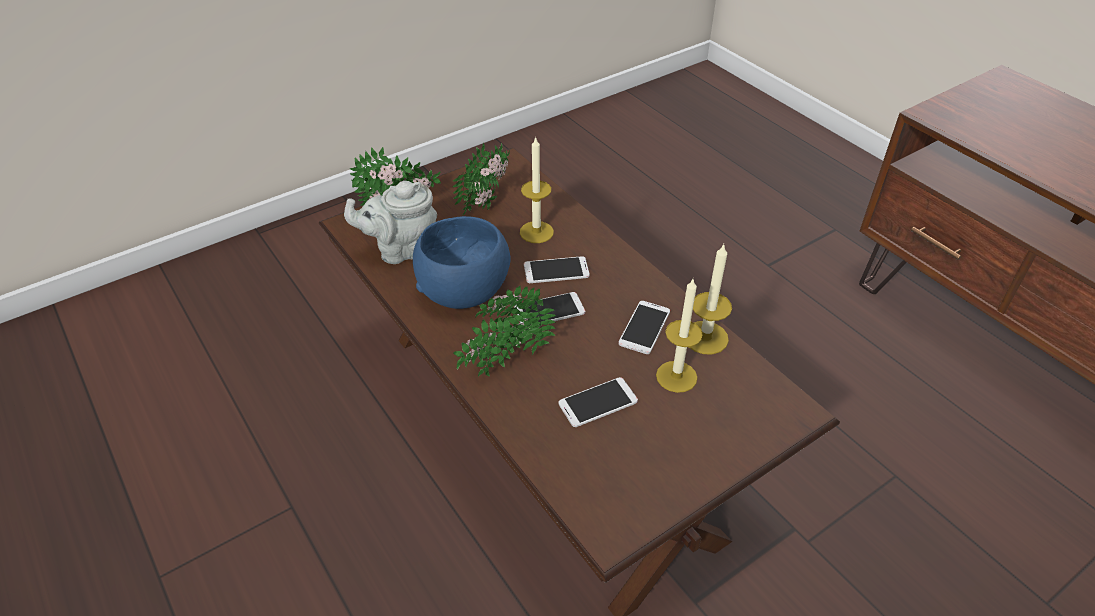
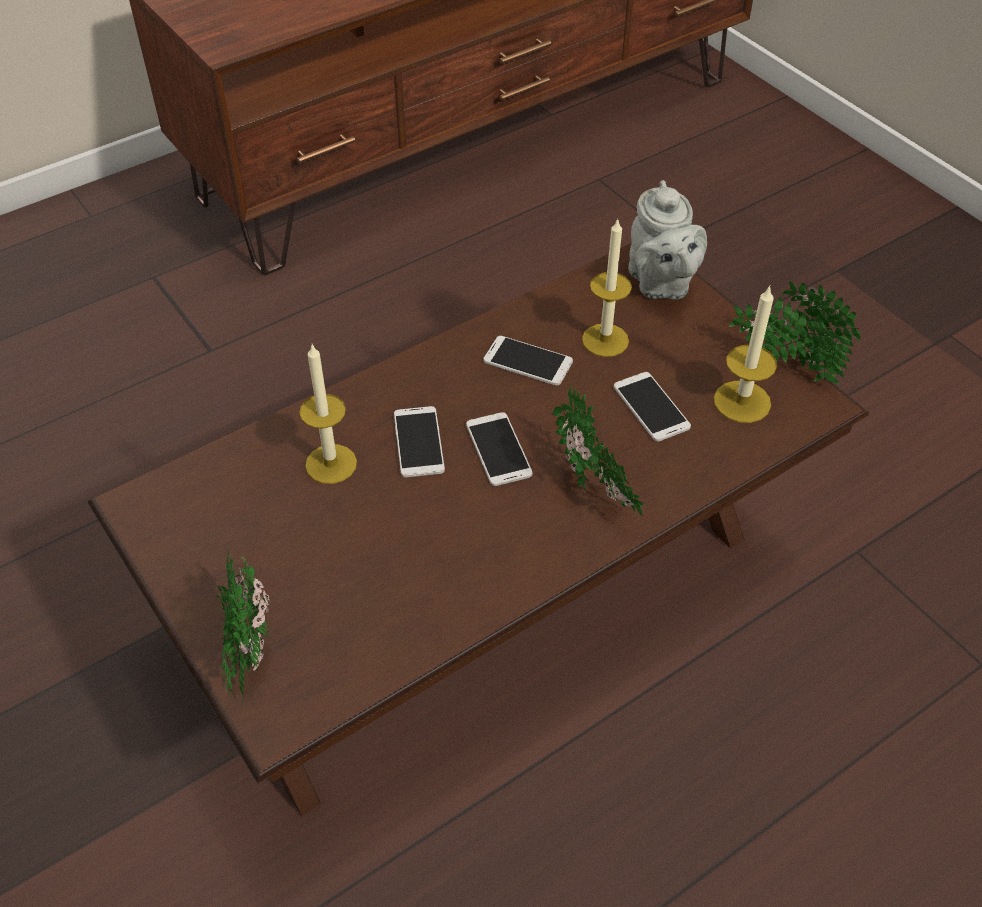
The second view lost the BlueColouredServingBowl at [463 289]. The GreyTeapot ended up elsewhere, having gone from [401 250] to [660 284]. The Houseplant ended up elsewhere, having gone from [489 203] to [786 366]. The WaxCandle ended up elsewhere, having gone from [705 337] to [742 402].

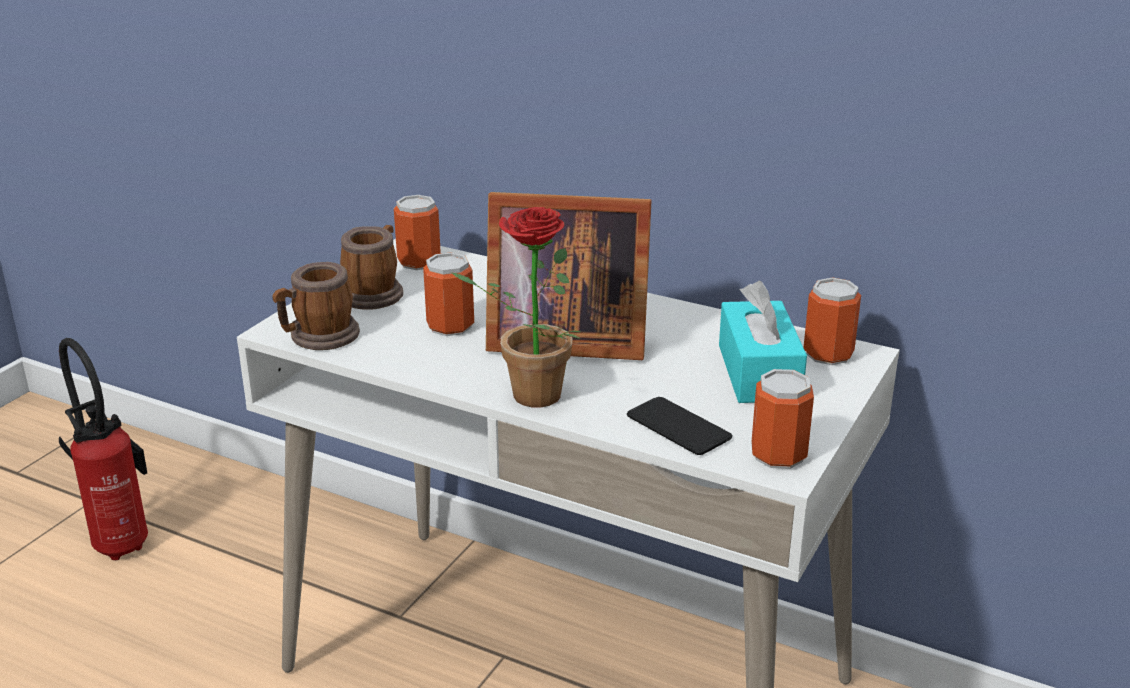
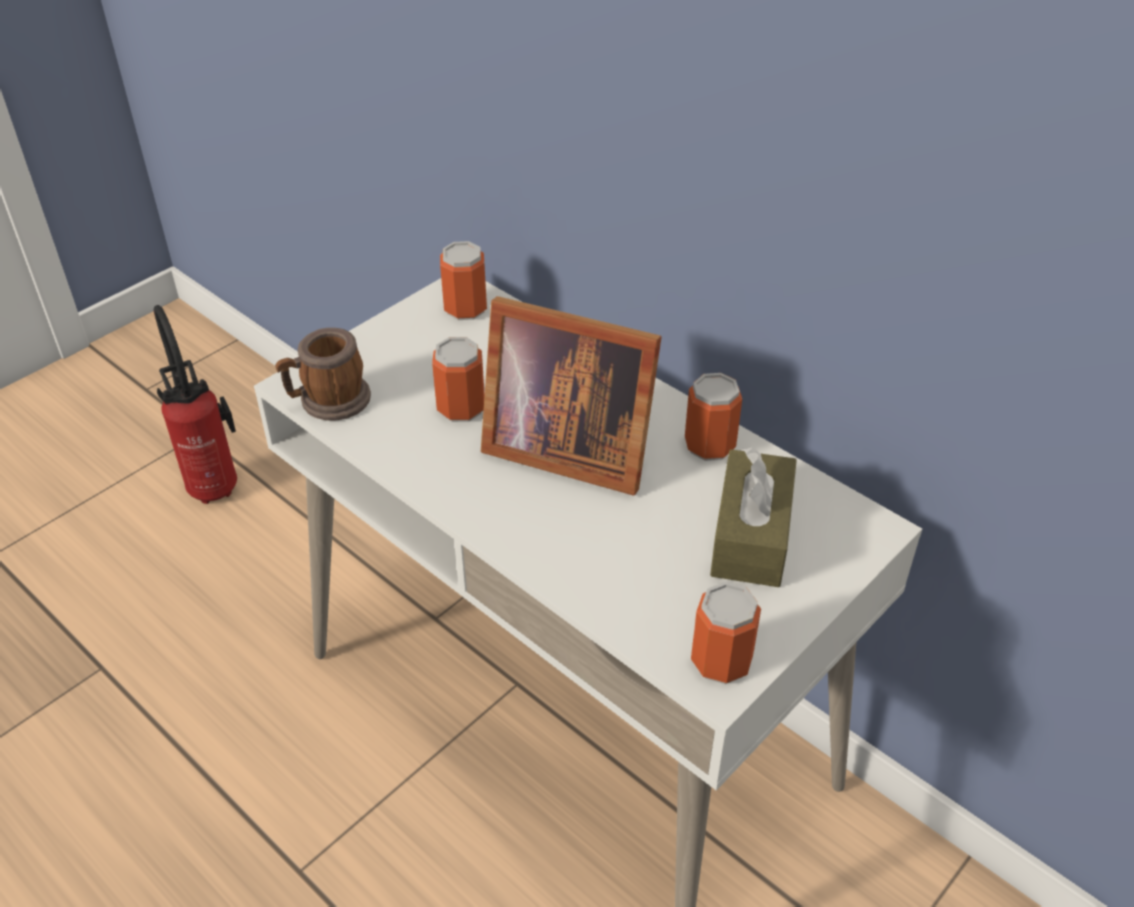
The second view lost the TeaMug at [375 292]. The second view lost the Houseplant at [526 397]. The second view lost the Telephone at [678 427]. The Can ended up elsewhere, having gone from [828 354] to [709 445]. What was the TurquoiseTissueHolder at [758 372] turned into the BrownTissueHolder at [751 535].

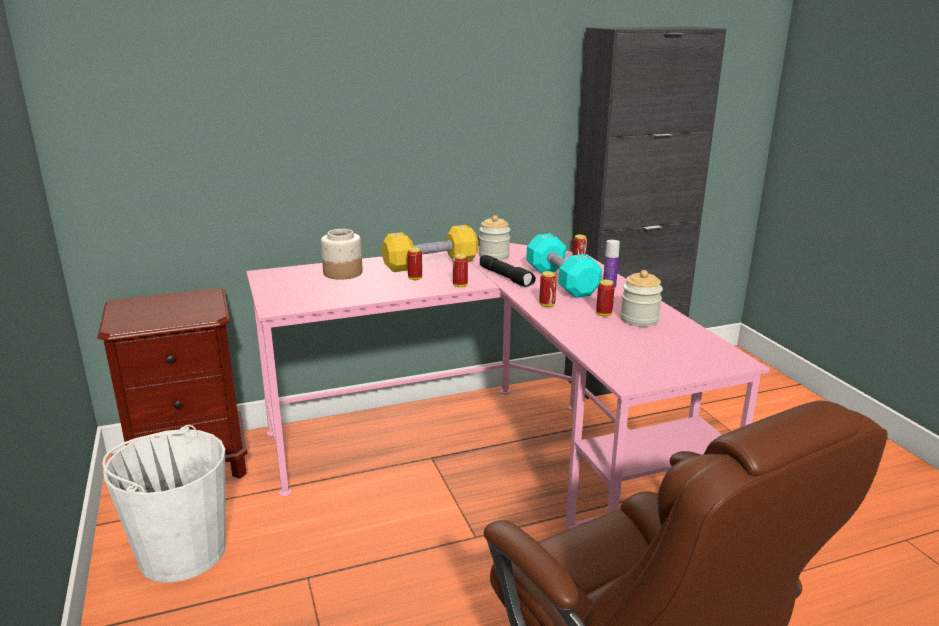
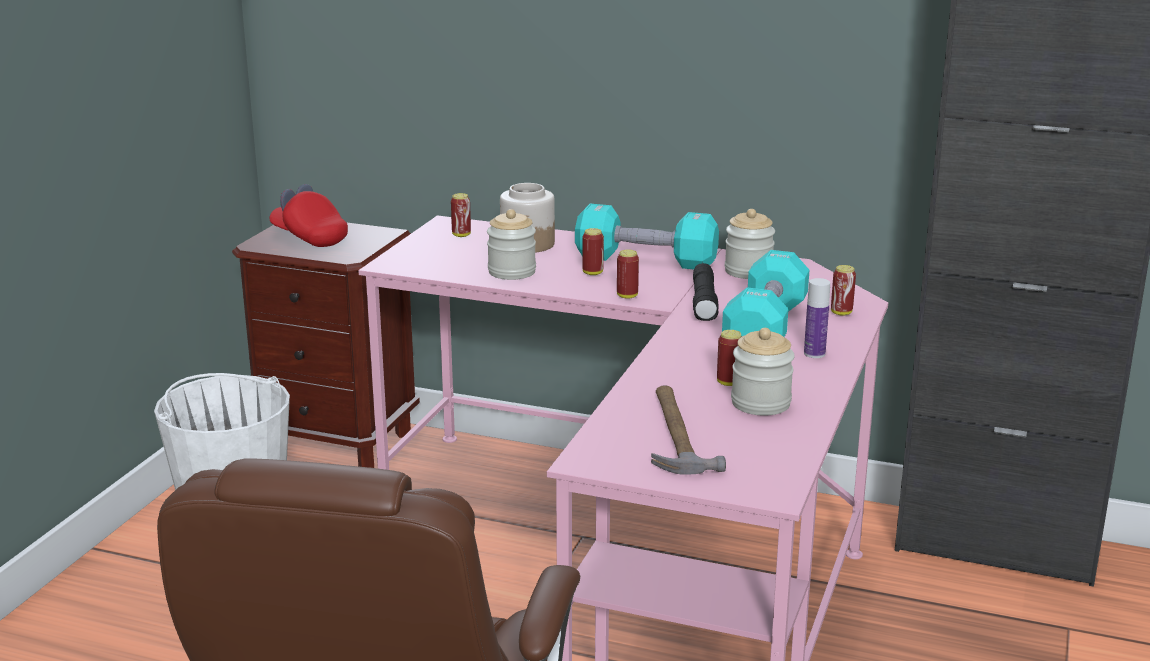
The second view gained the RedCap at [309 238]. The second view gained the PreserveJar at [512 272]. The second view gained the Hammer at [676 434]. The Can ended up elsewhere, having gone from [547 305] to [461 235]. What was the YellowHandWeight at [430 264] turned into the TurquoiseHandWeight at [646 261].

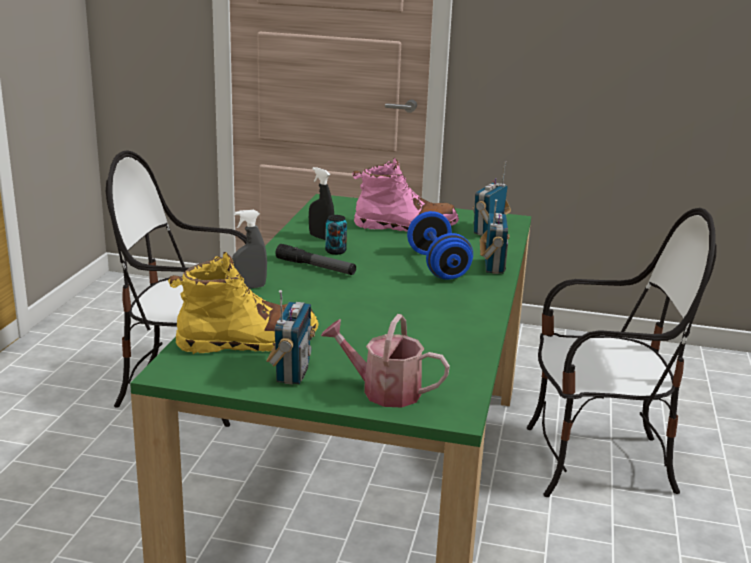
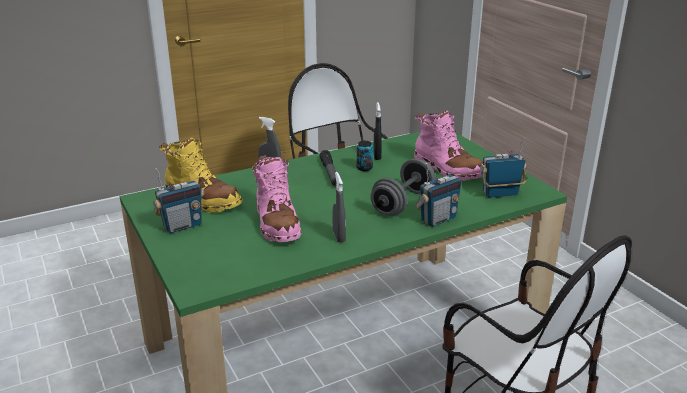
The second view lost the SprinklingCan at [383 391]. The second view gained the PinkColouredHighTopBoot at [276 223]. The second view gained the GreySprayBottle at [339 237]. What was the BlueColouredHandWeight at [437 266] turned into the GreyHandWeight at [402 203].

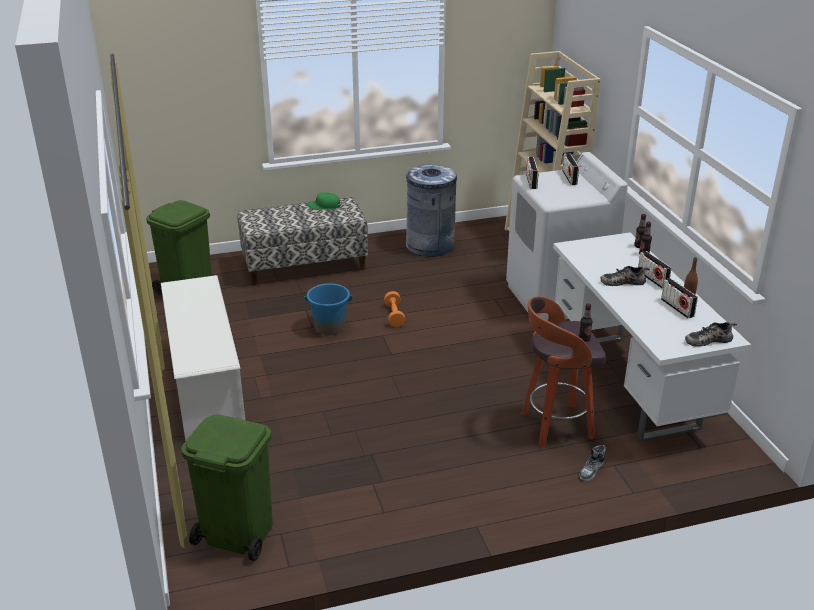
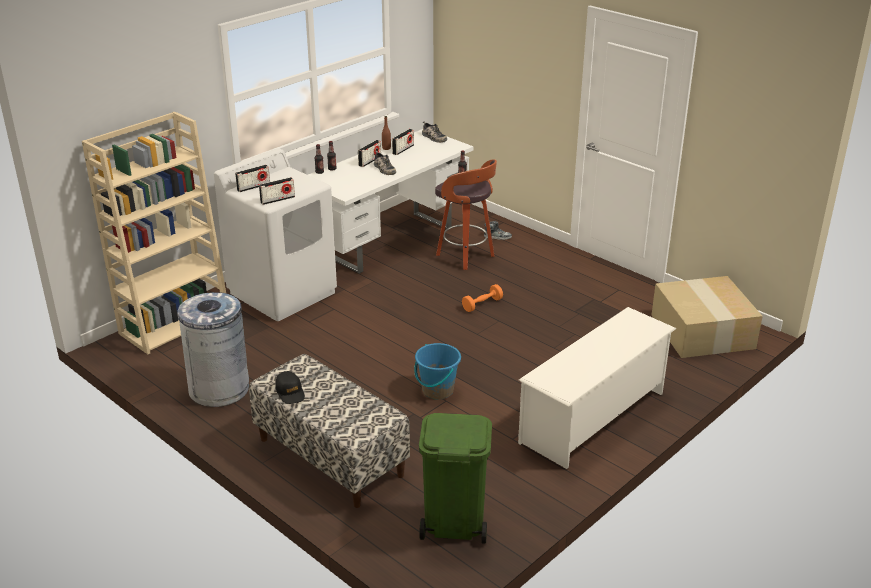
The OrangeHandWeight ended up elsewhere, having gone from [394 316] to [482 304]. Where the GreenColouredRubbishBin stood at [236 533], the PackingBox came to stand at [704 332]. What was the GreenColouredCap at [324 206] turned into the BlackishCap at [290 392].

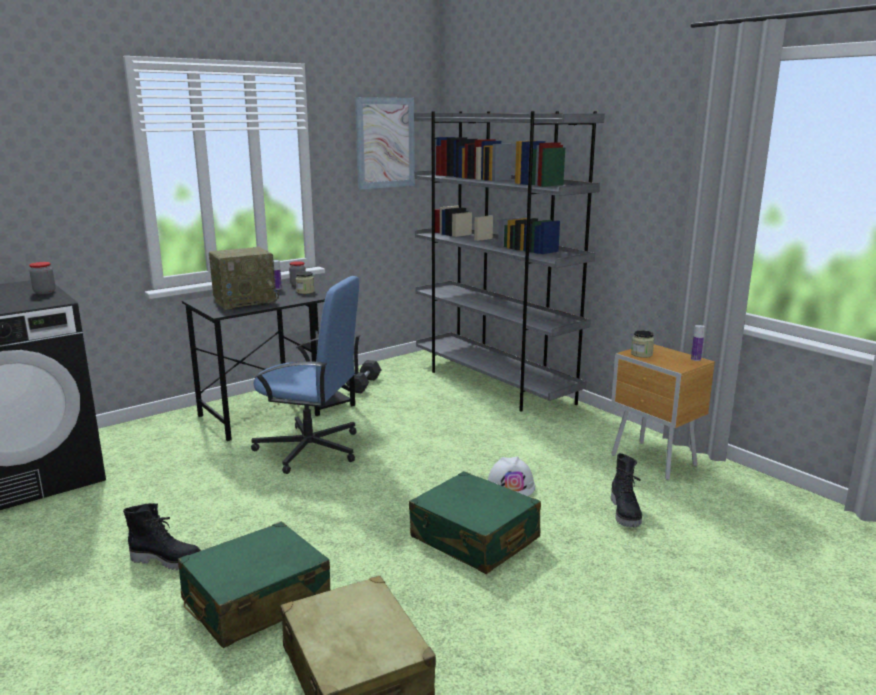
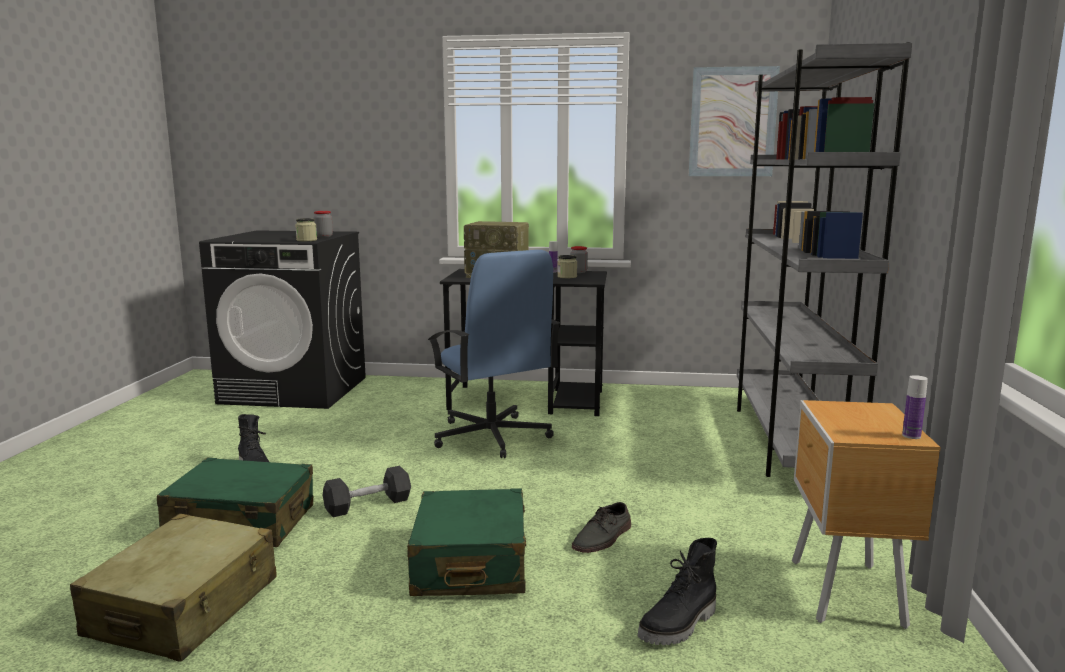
The GreyHandWeight ended up elsewhere, having gone from [364 384] to [368 505]. The PreserveJar ended up elsewhere, having gone from [641 354] to [306 240]. Where the WhitishHardHat stood at [511 485], the GreyShoe came to stand at [603 538].

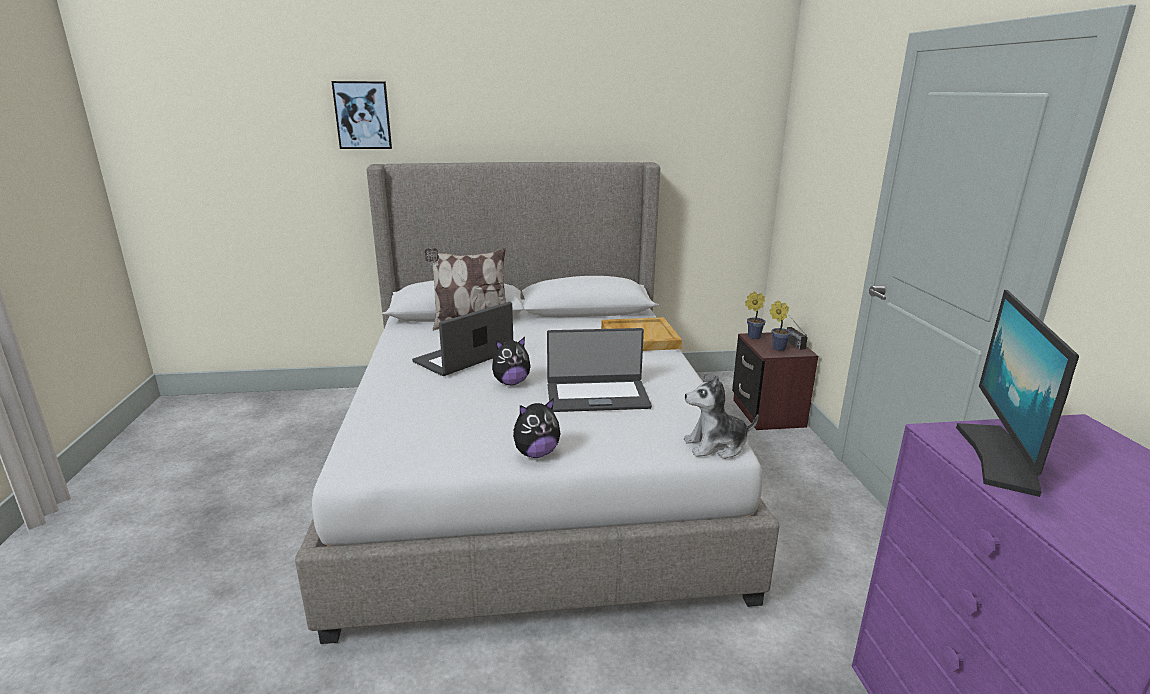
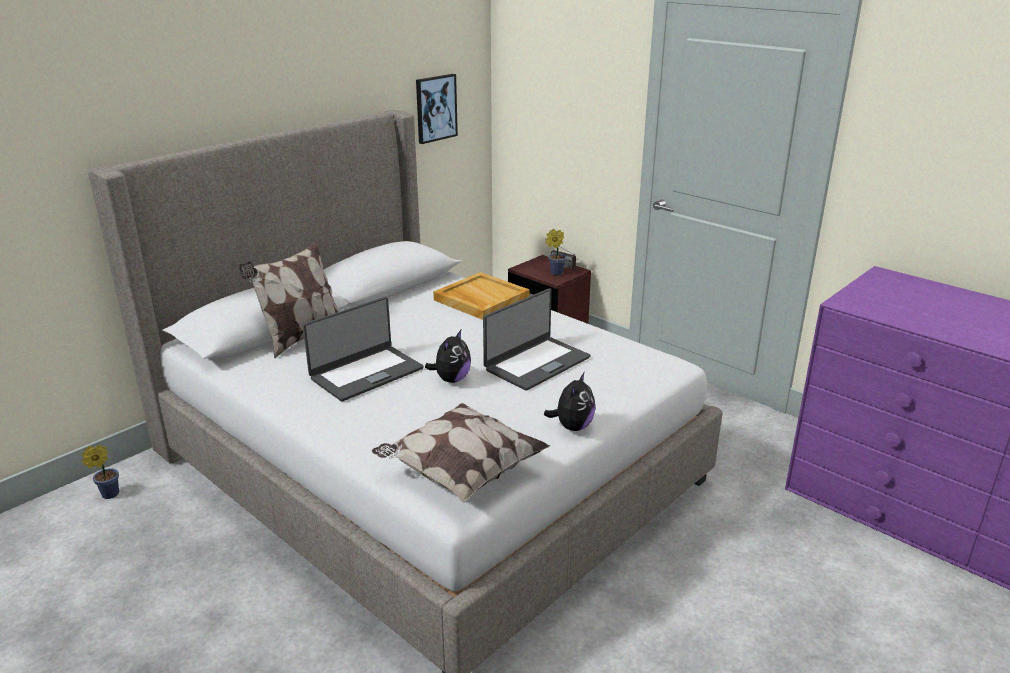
The second view lost the CuddlyToy at [716 446]. The second view lost the ComputerScreen at [1000 458]. The second view gained the Cushion at [460 473]. The WallArt ended up elsewhere, having gone from [363 115] to [435 108]. The Houseplant ended up elsewhere, having gone from [752 337] to [108 495]. The NotebookComputer at [465 357] ended up facing another way, 135 degrees counterclockwise from before.

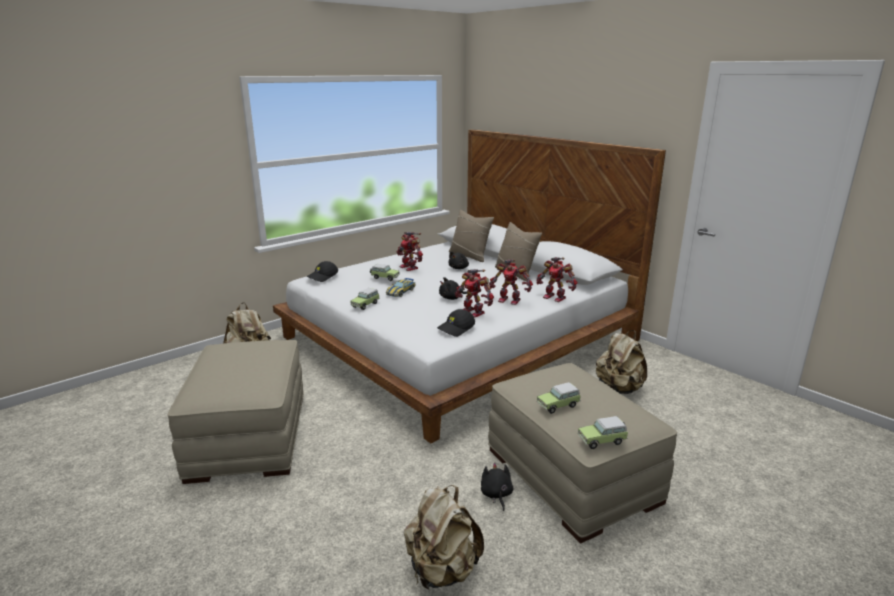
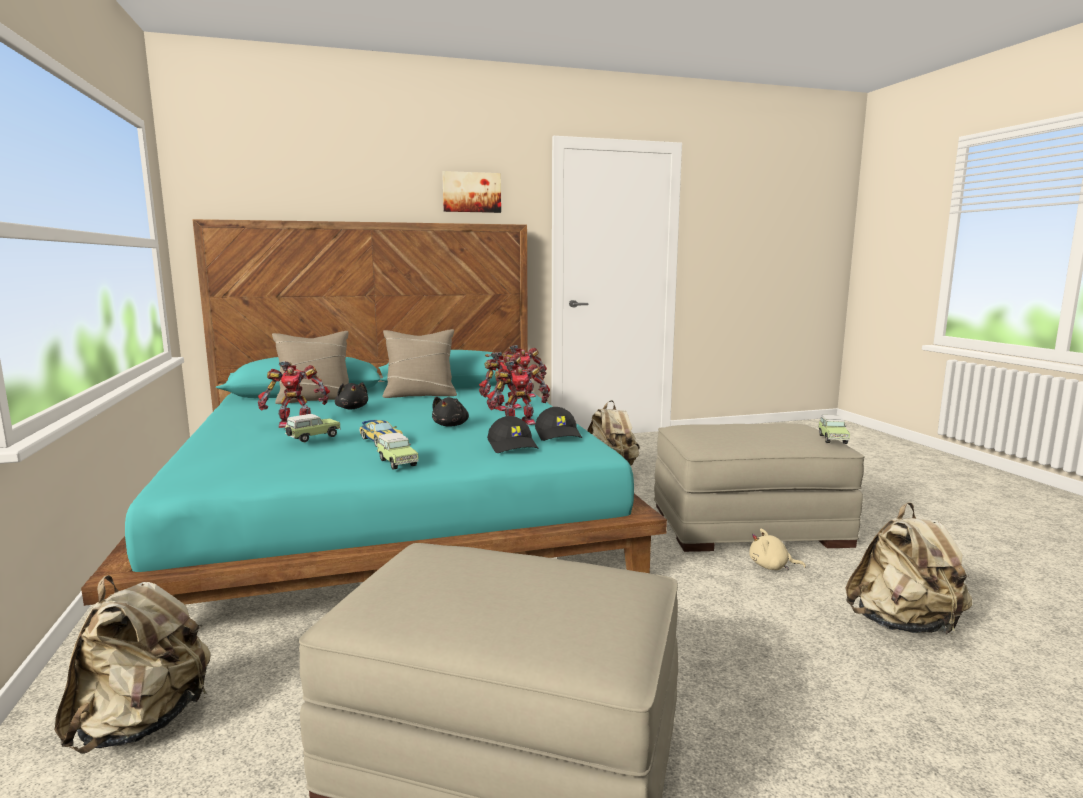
The second view lost the ModelCar at [559 405]. The second view gained the WallArt at [471 192]. The BlackishCap ended up elsewhere, having gone from [323 277] to [513 446]. What was the WhitishSleepingBed at [457 338] turned into the TurquoiseSleepingBed at [392 512]. What was the BlackishCuddlyToy at [496 495] turned into the SandColouredCuddlyToy at [771 567].

